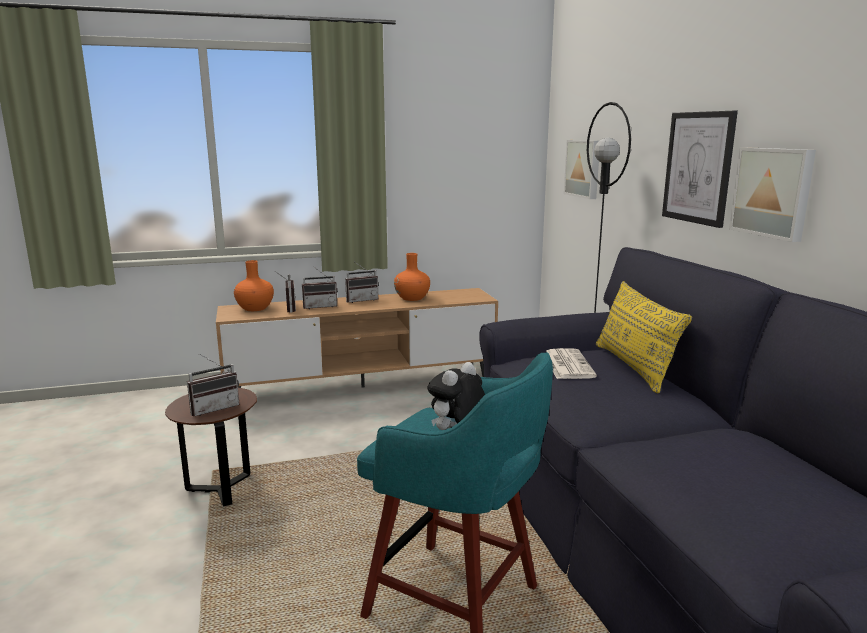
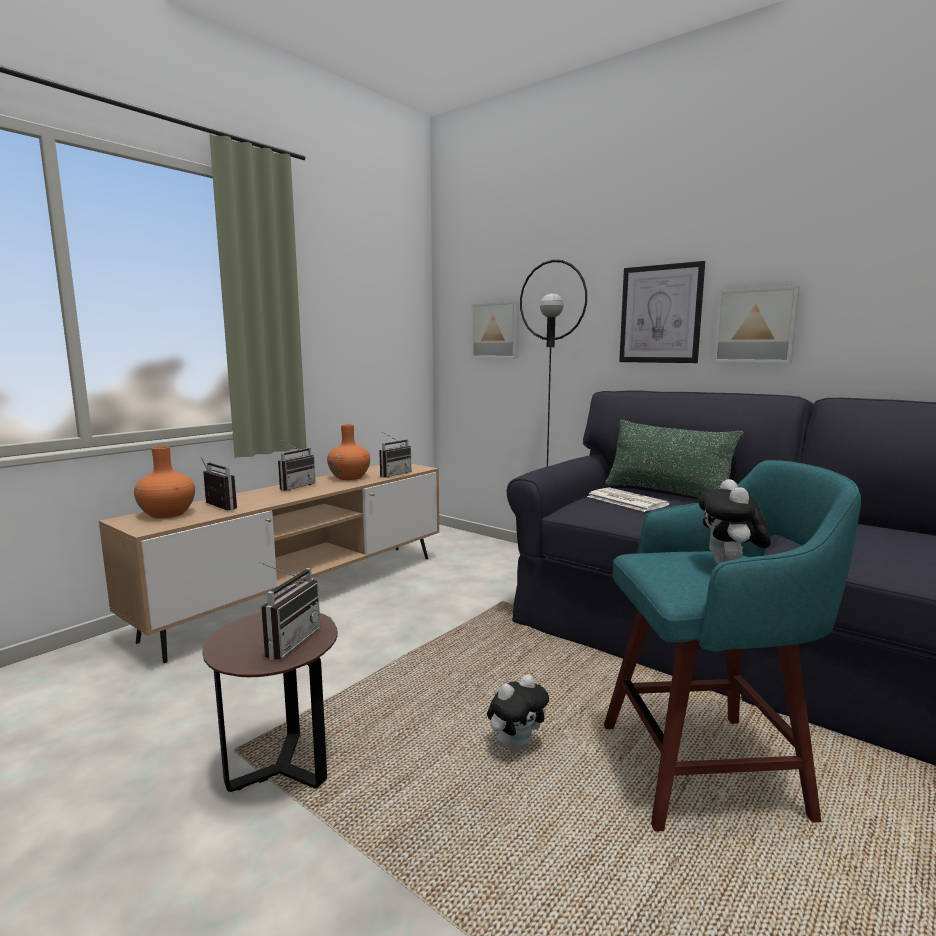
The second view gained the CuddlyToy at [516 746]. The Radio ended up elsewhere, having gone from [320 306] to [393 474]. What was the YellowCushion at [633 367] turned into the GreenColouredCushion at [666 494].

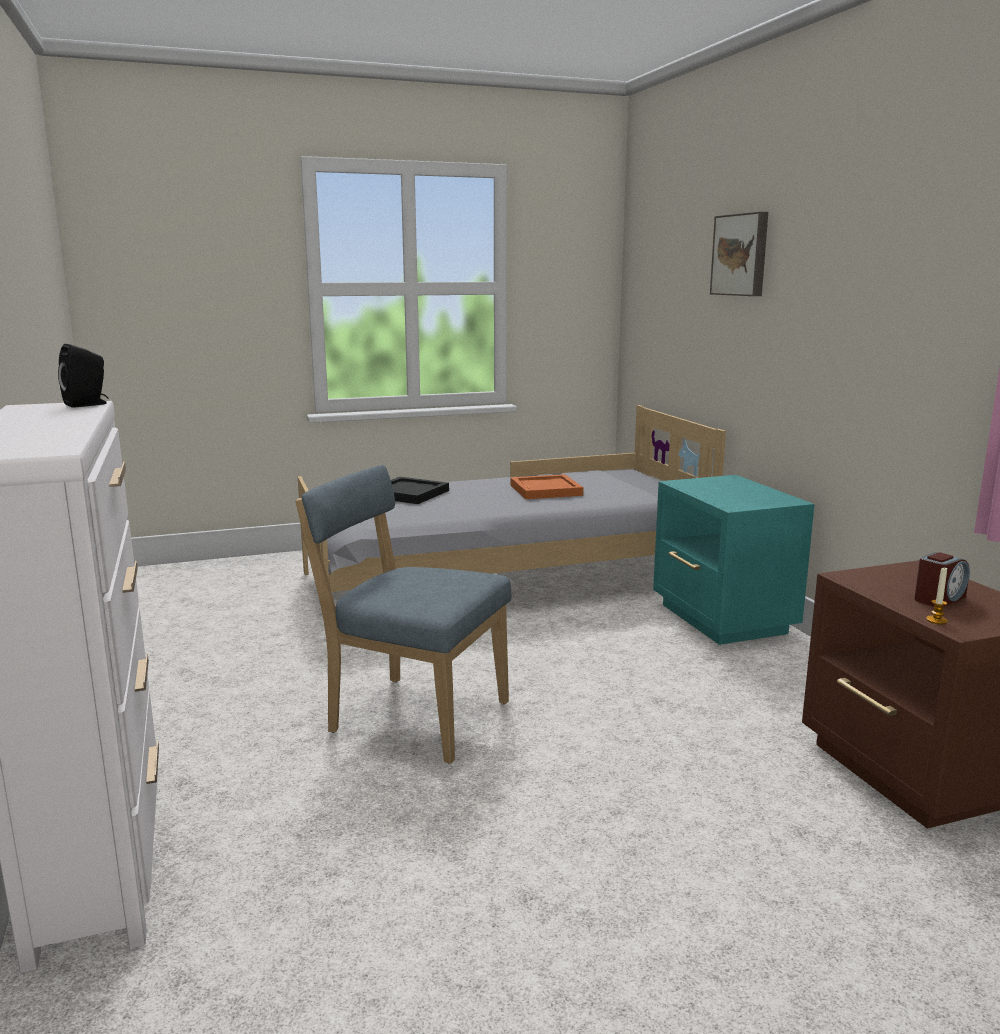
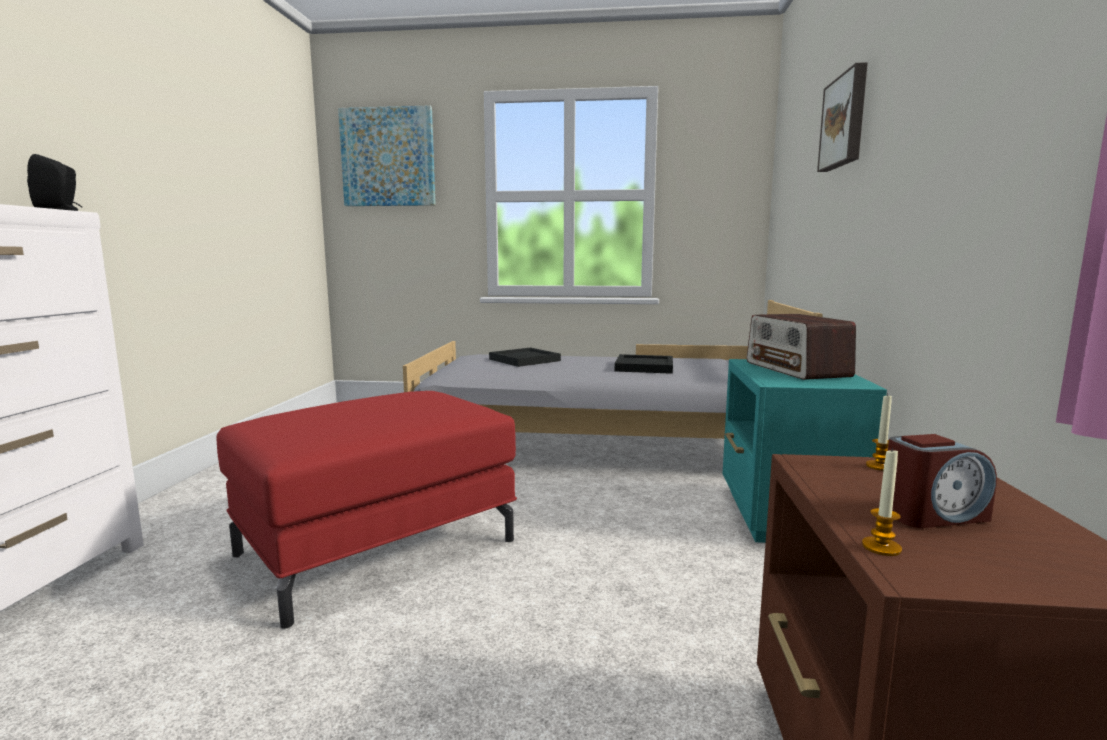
The second view gained the WallArt at [388 157]. The second view gained the Radio at [796 369]. The second view gained the WaxCandle at [880 466]. Where the BlueColouredUprightChair stood at [412 715], the RedPouffe came to stand at [377 546]. What was the OrangeServingTray at [544 490] turned into the BlackishServingTray at [643 367].

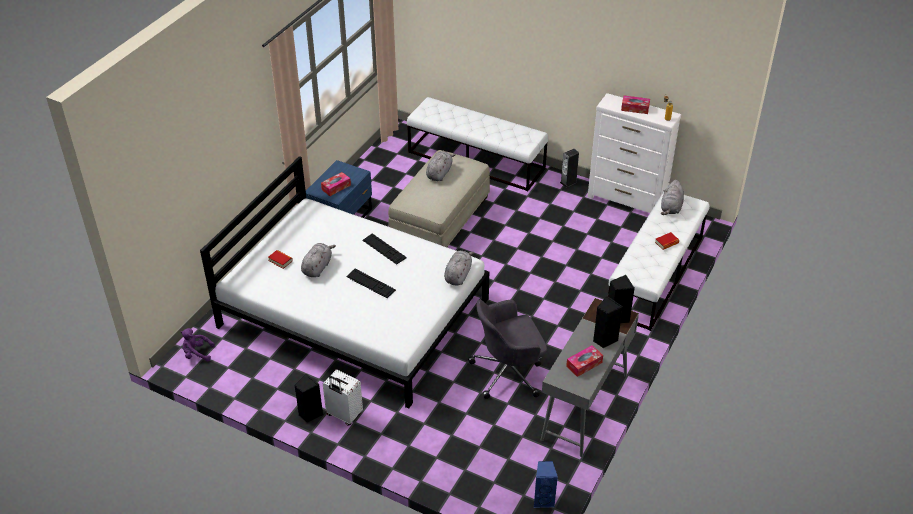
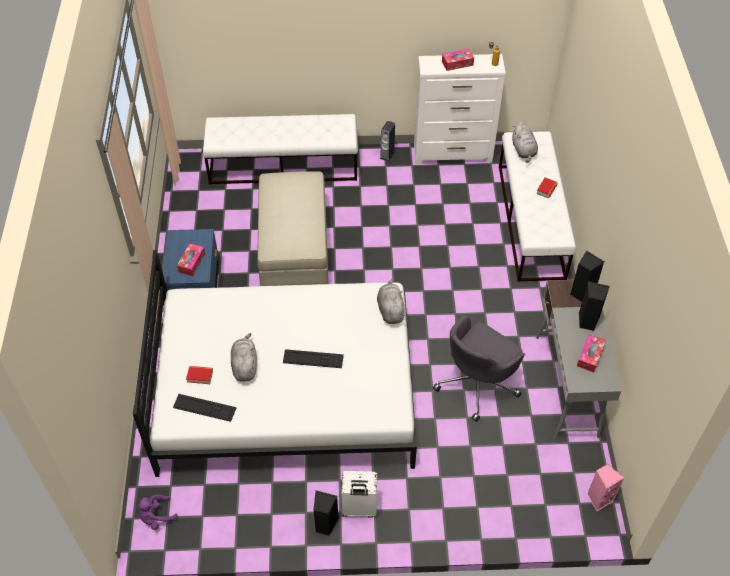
The second view lost the GreyCuddlyToy at [439 173]. The PcKeyboard ended up elsewhere, having gone from [384 249] to [204 407]. What was the BlueColouredLoudspeaker at [543 499] turned into the PinkColouredLoudspeaker at [599 498].

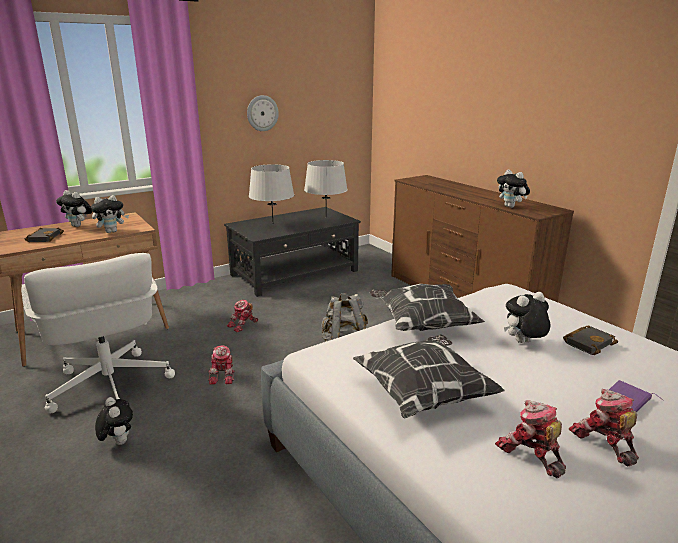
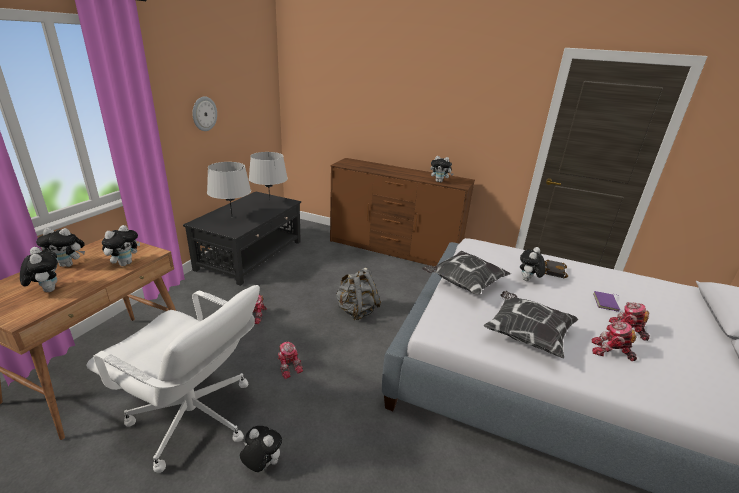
Where the BlackishVolume stood at [44 237], the CuddlyToy came to stand at [47 290].

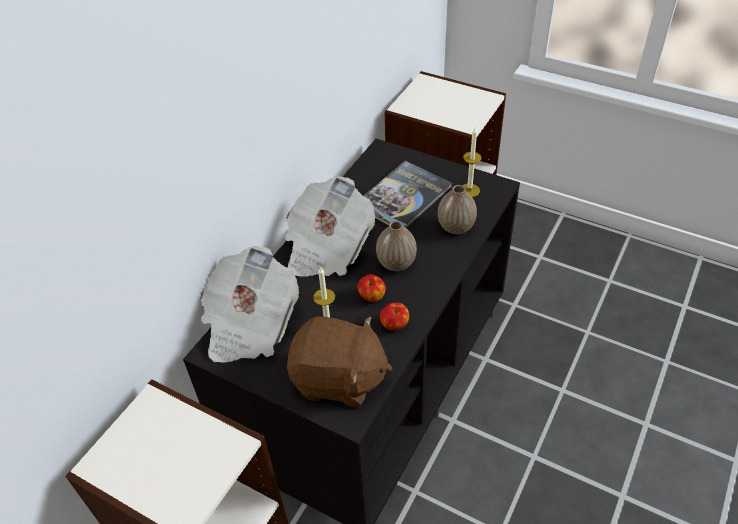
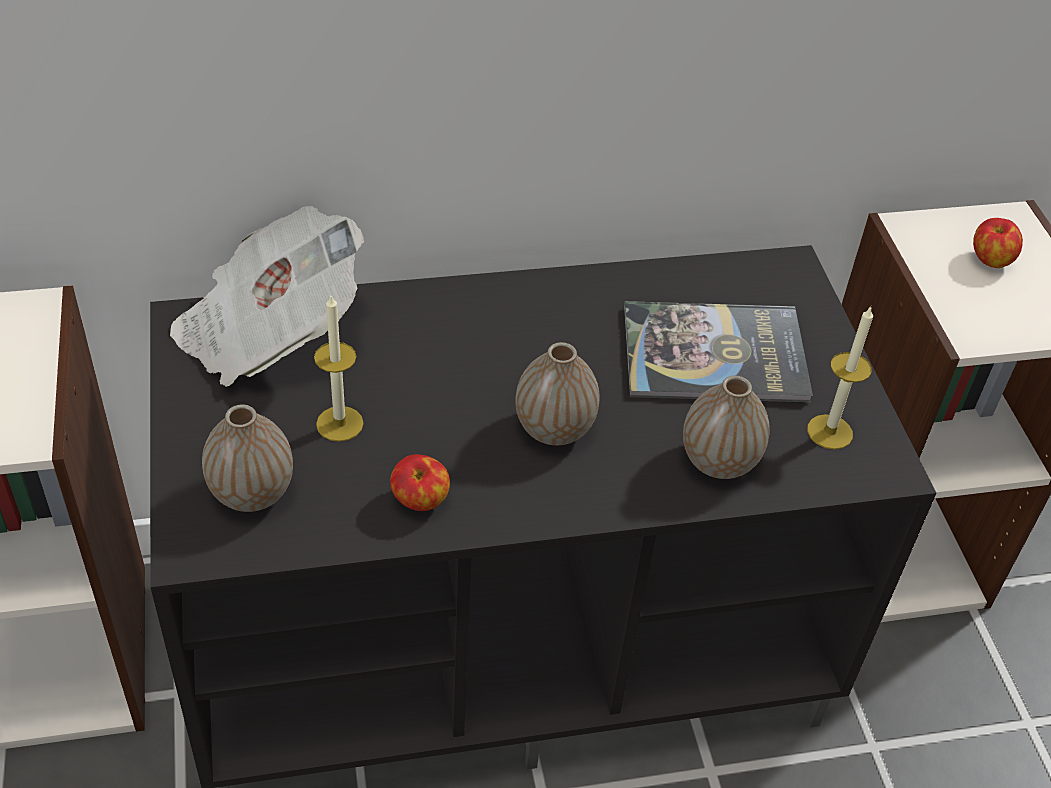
The second view lost the PrintedPaper at [327 247]. The Apple ended up elsewhere, having gone from [372 297] to [990 260]. Where the BrownCuddlyToy stood at [338 379], the Vase came to stand at [252 493].

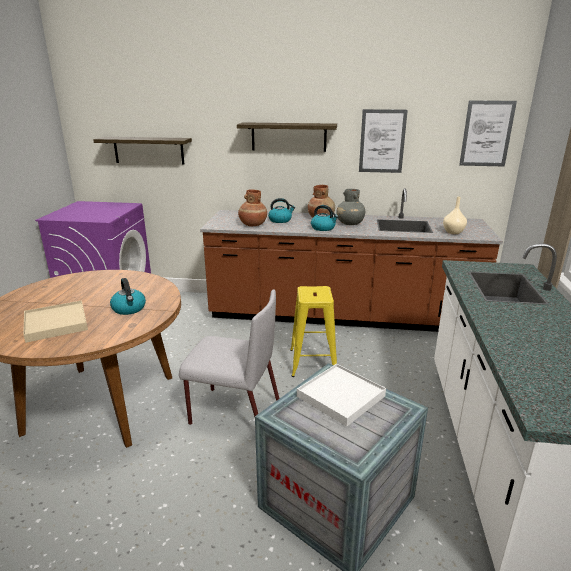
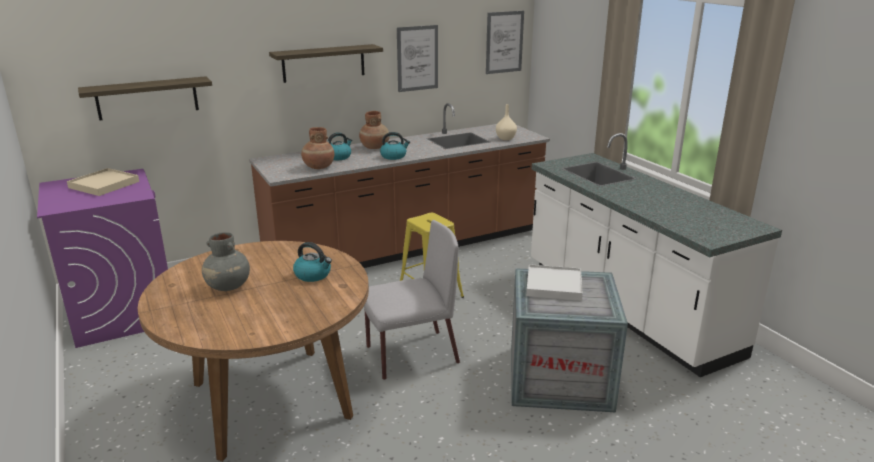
The SandColouredServingTray ended up elsewhere, having gone from [56 324] to [104 184]. The GreyVase ended up elsewhere, having gone from [350 223] to [228 286].

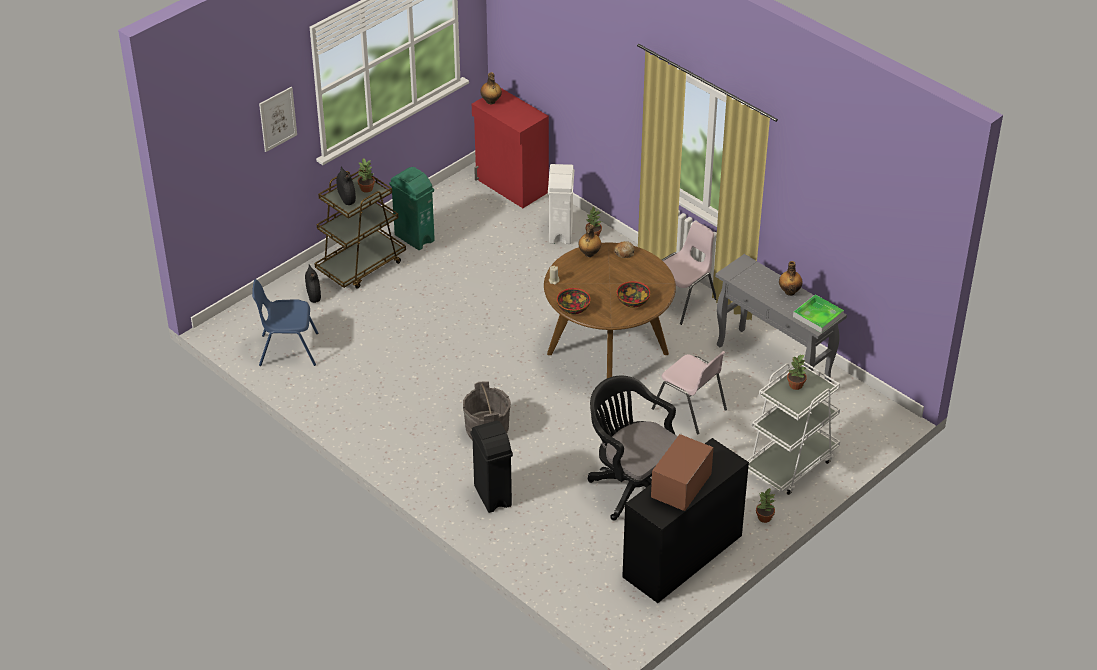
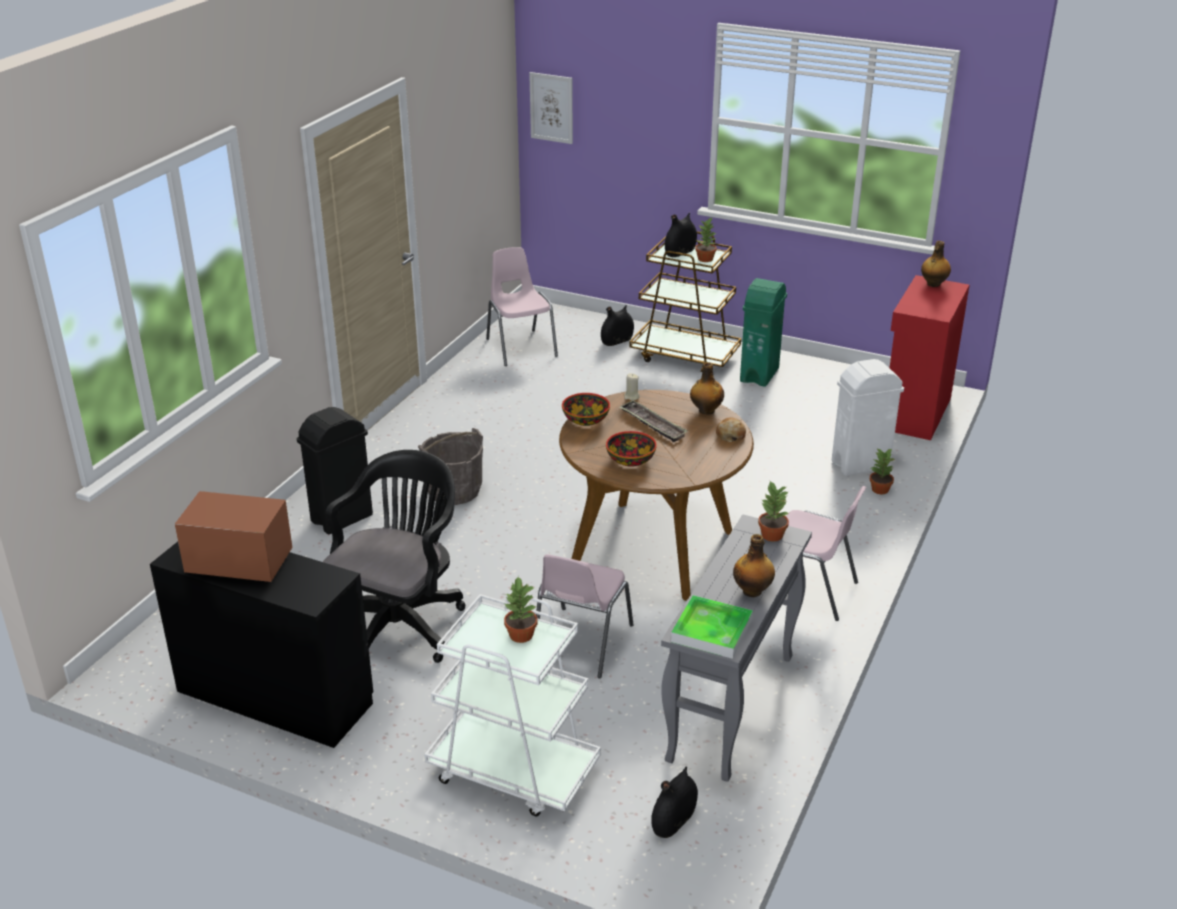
The second view gained the ServingTray at [652 425]. The second view gained the BlackishVase at [674 821]. The WallArt ended up elsewhere, having gone from [277 119] to [551 108]. The Houseplant ended up elsewhere, having gone from [764 518] to [771 535]. What was the BlueColouredUprightChair at [287 349] turned into the PinkColouredUprightChair at [520 347].

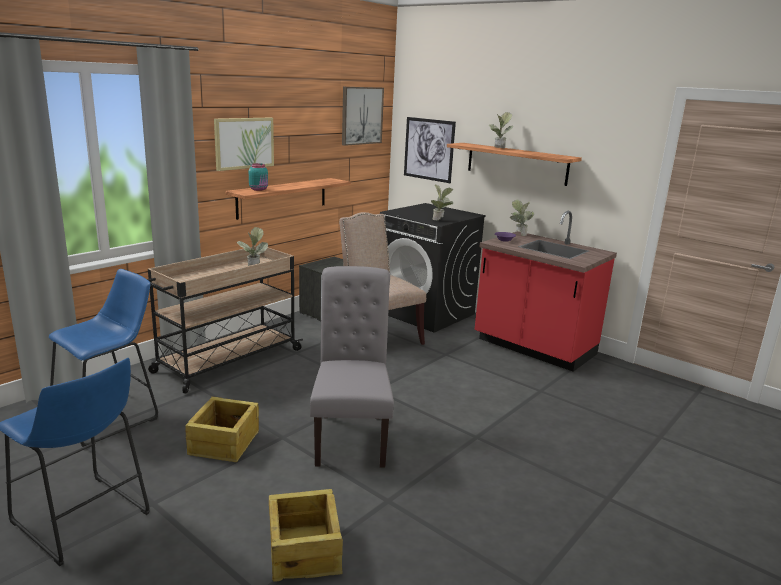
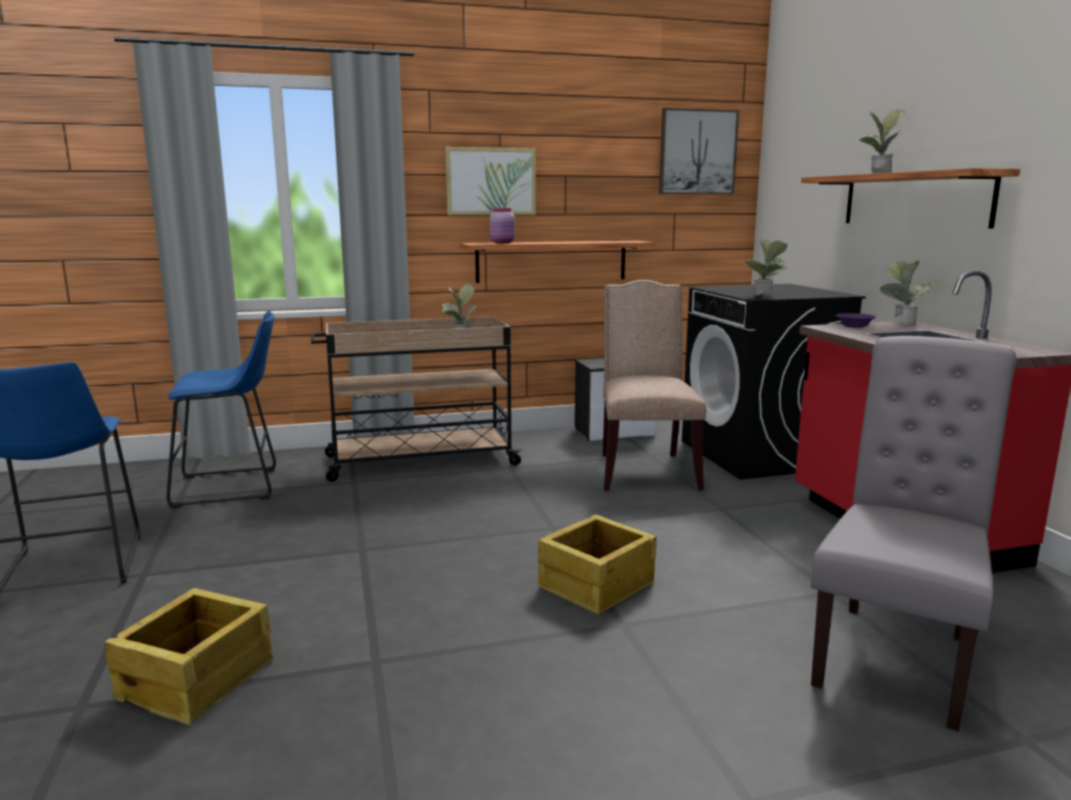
The second view lost the WallArt at [429 149]. The PackingCrate ended up elsewhere, having gone from [223 443] to [594 585]. The GreyUprightChair ended up elsewhere, having gone from [351 436] to [896 654]. What was the TurquoisePreserveJar at [259 189] turned into the PinkColouredPreserveJar at [503 243].

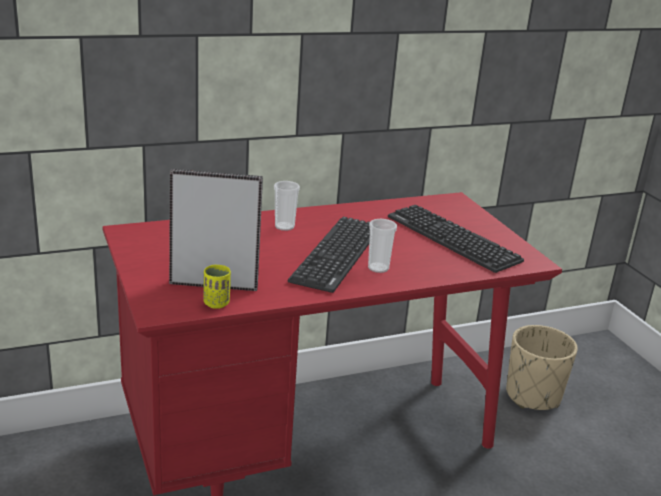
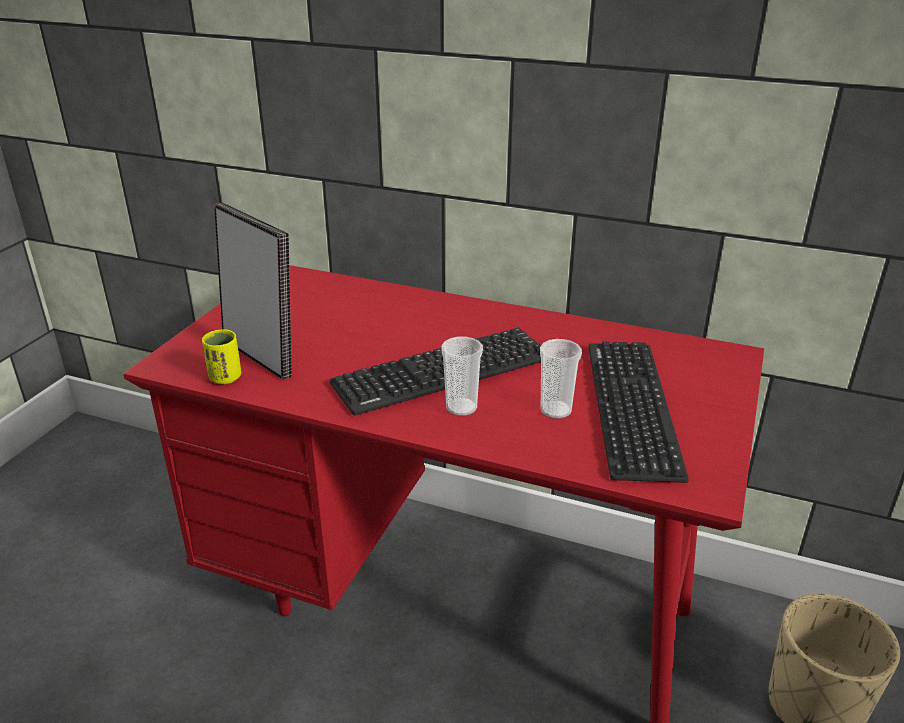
The DrinkingCup ended up elsewhere, having gone from [284 227] to [555 410].

